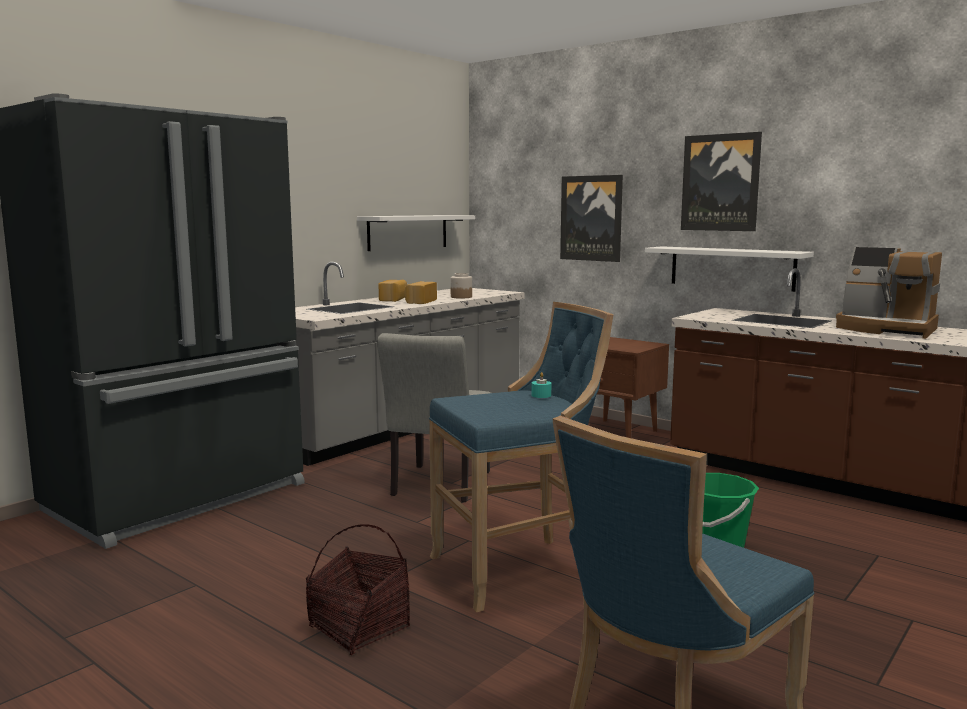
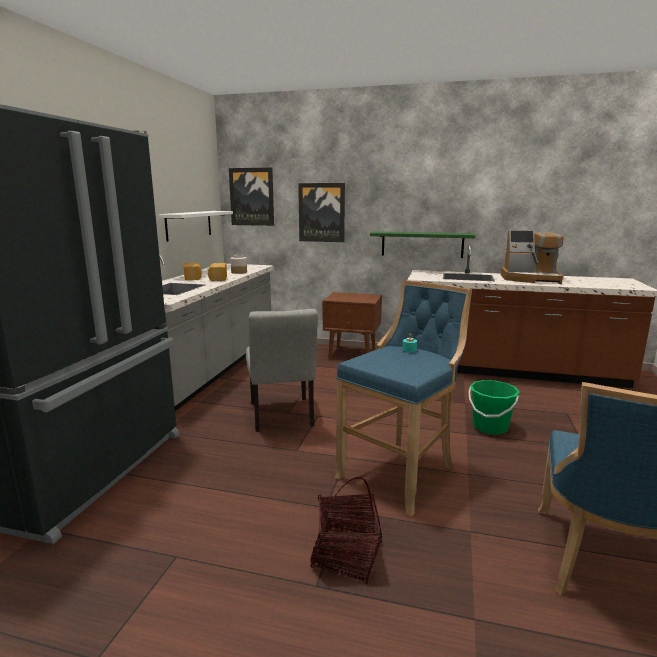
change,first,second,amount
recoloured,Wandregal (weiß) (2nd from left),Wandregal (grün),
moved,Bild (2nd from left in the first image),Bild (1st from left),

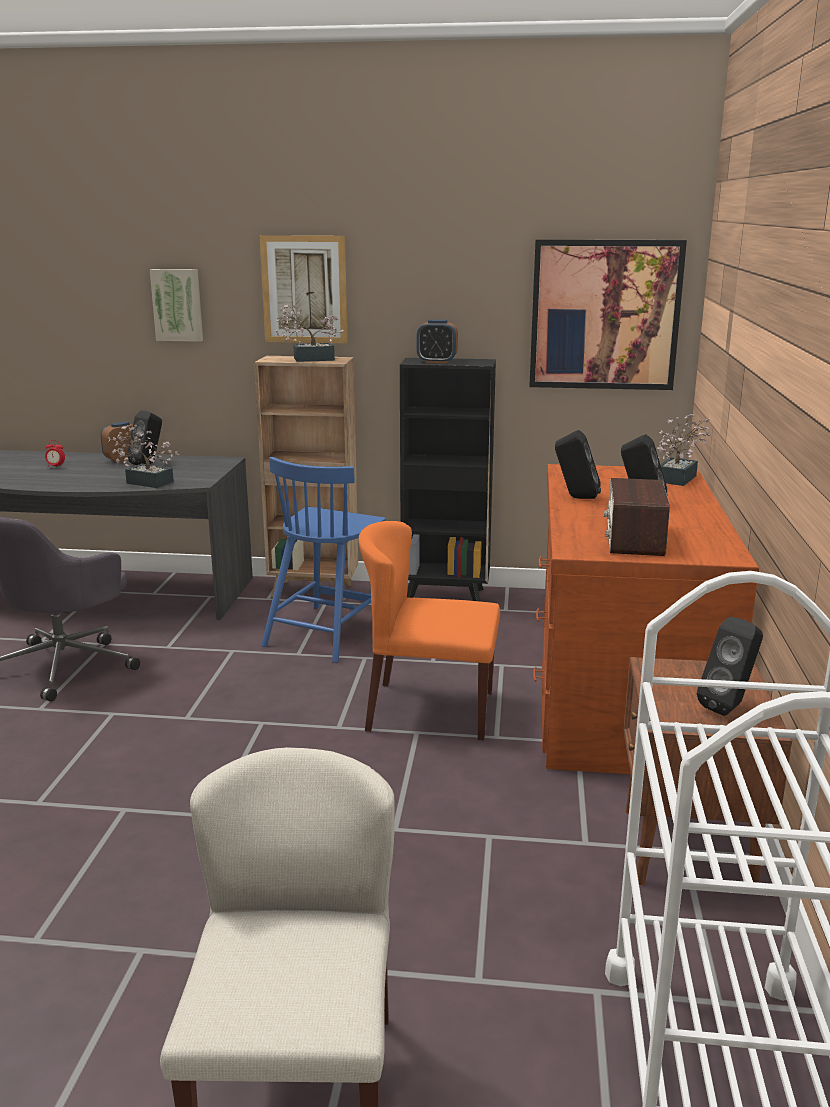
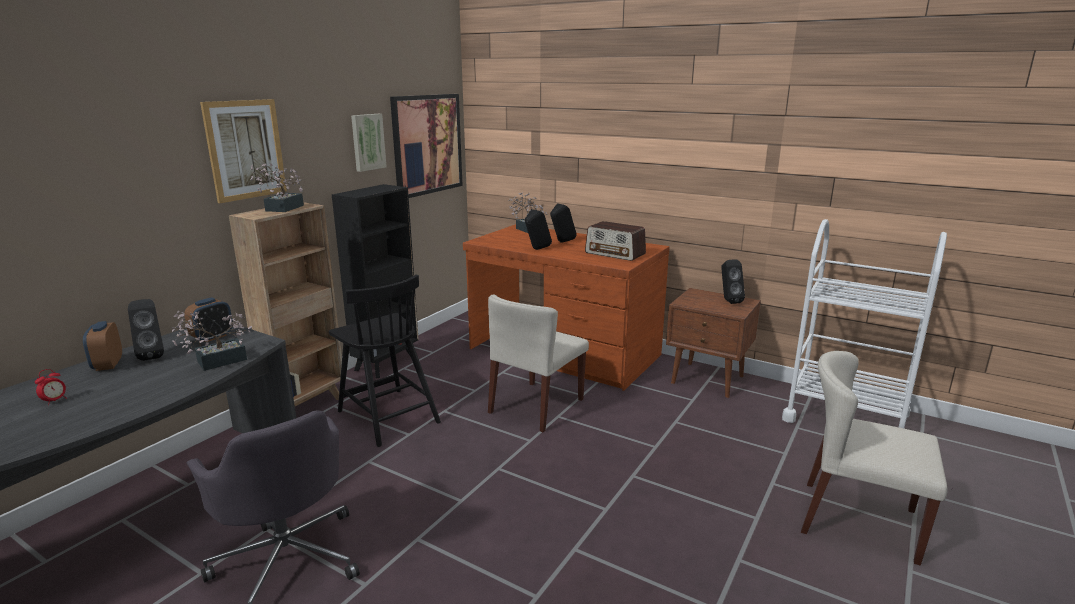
change,first,second,amount
moved,Bild (1st from left in the first image),Bild (2nd from left),
recoloured,Stuhl (blau),Stuhl (schwarz),
recoloured,Stuhl (orange),Stuhl (beige) (1st from left),
moved,Wecker (3rd from left),,

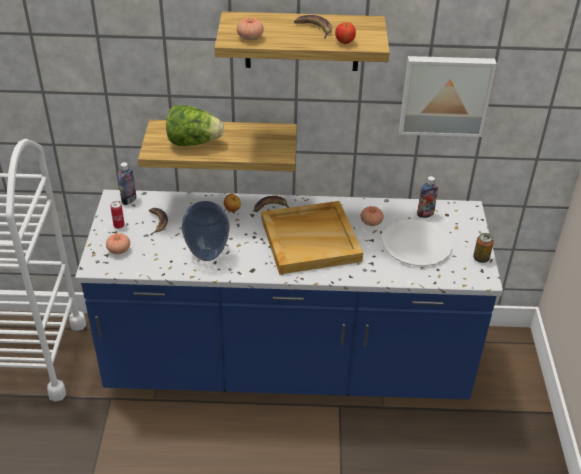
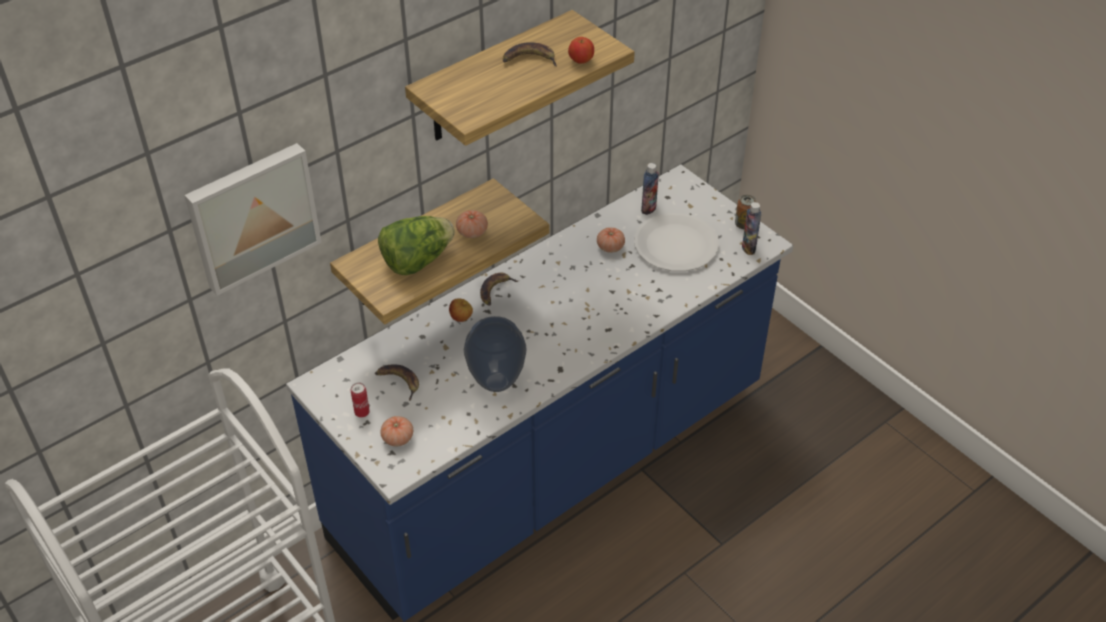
change,first,second,amount
moved,Flasche (1st from left in the first image),Flasche (2nd from left),
moved,Tomate (2nd from left),,
removed,Tablett (beige),,
moved,Bild,,

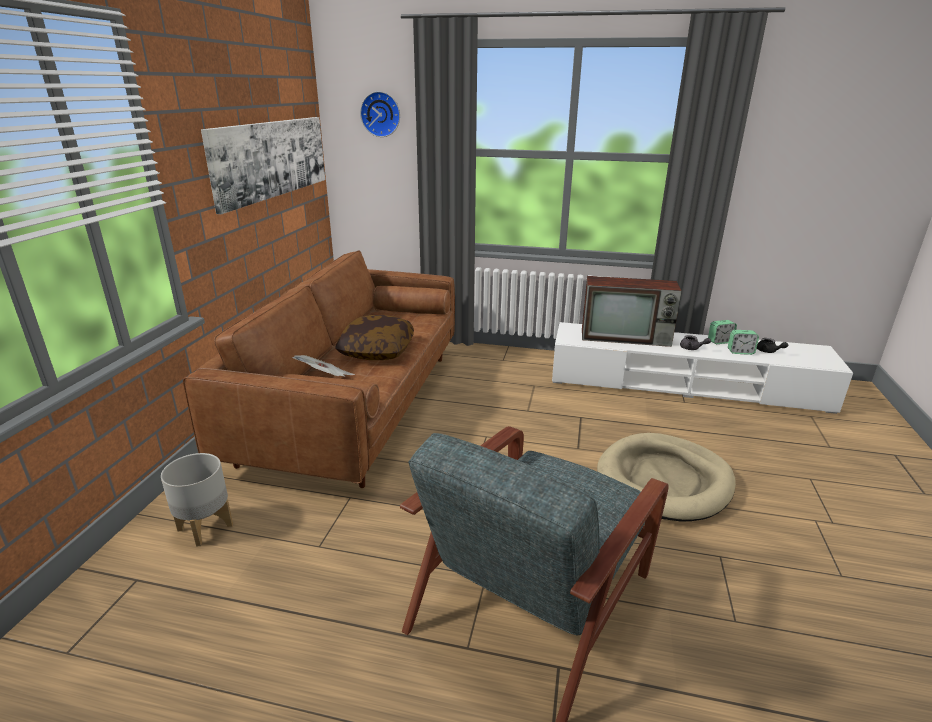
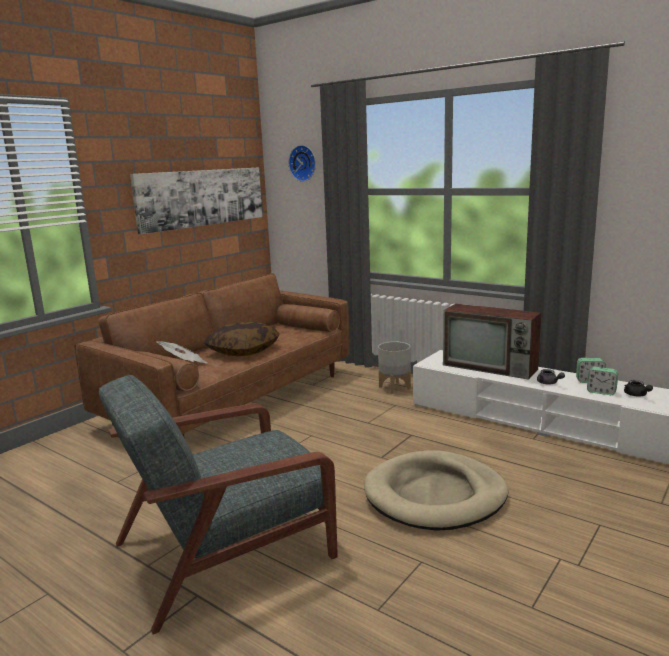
change,first,second,amount
moved,Pflanzkübel (grau),,

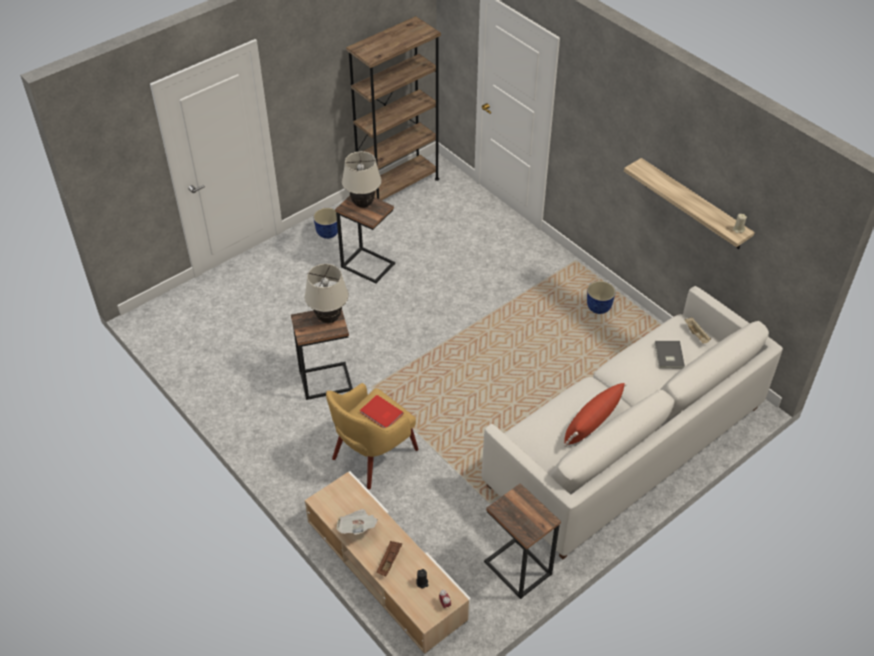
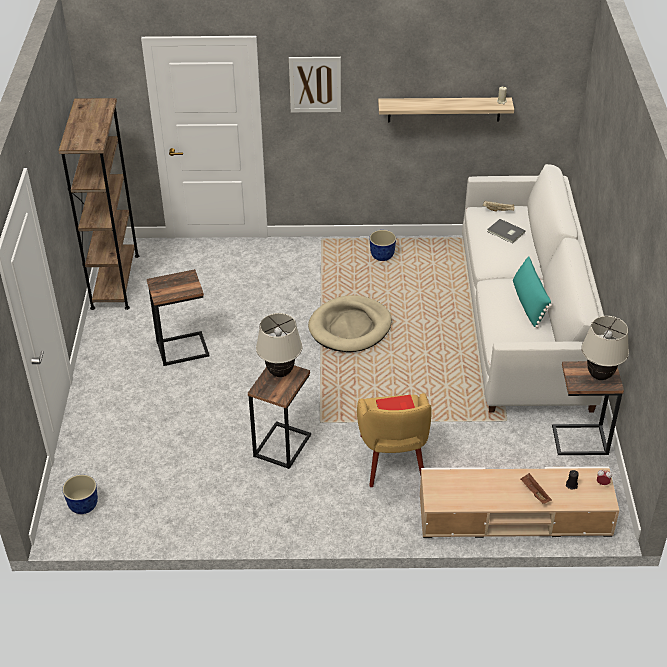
change,first,second,amount
moved,Pflanzkübel (1st from left),,
removed,Zeitung,,
moved,Tischlampe (beige) (2nd from left),,
recoloured,Kissen (rot),Kissen (türkis),
added,,Bild,
added,,Hundebett (beige),

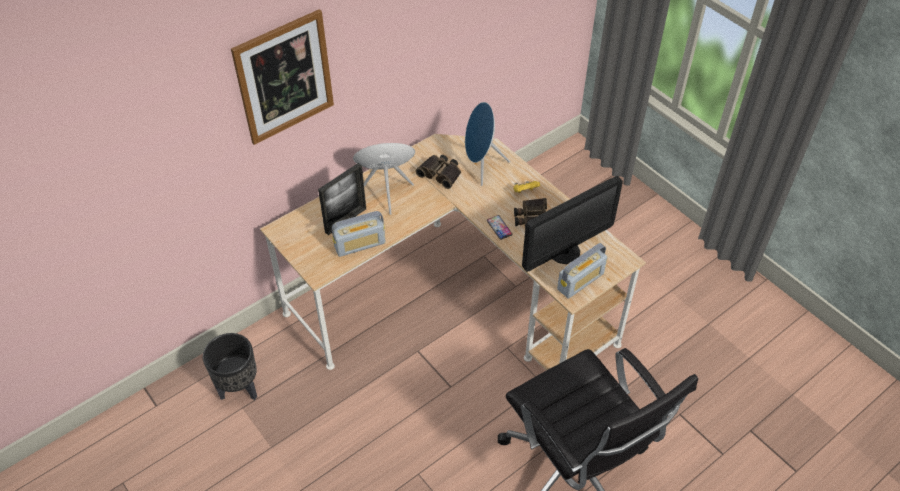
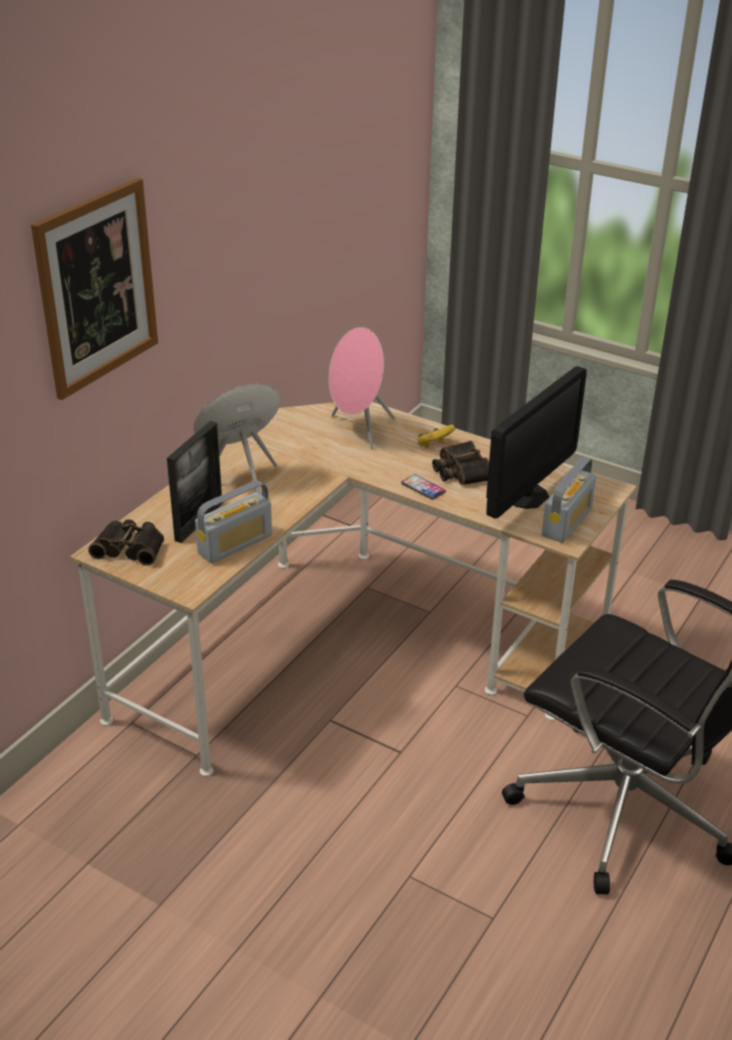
change,first,second,amount
removed,Pflanzkübel (schwarz),,
moved,Fernglas (1st from left),,
recoloured,Lautsprecher (blau) (2nd from left),Lautsprecher (rosa),

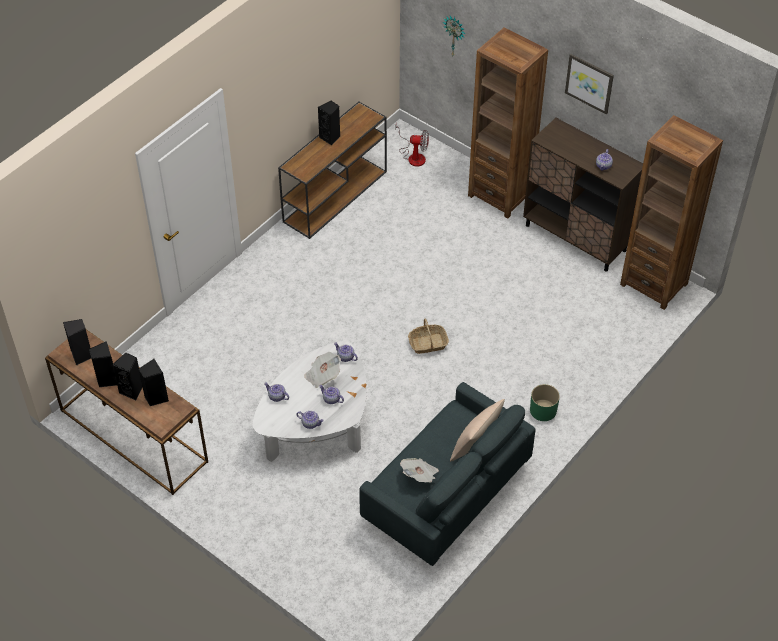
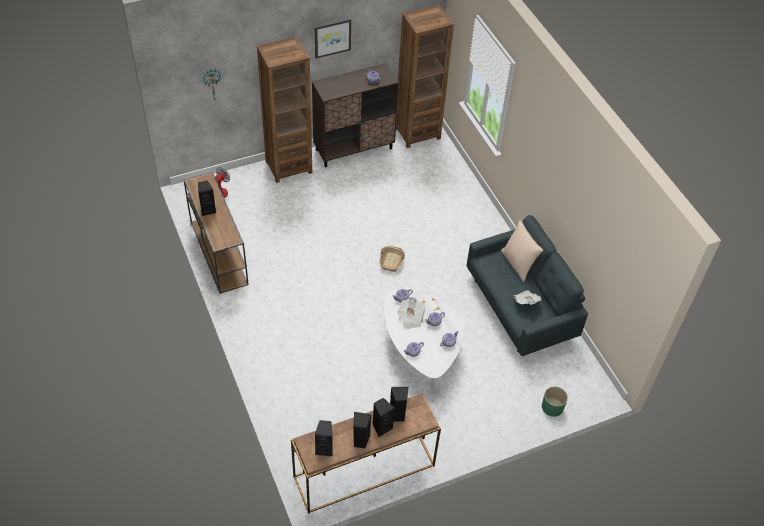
change,first,second,amount
moved,Pflanzkübel (grün),,

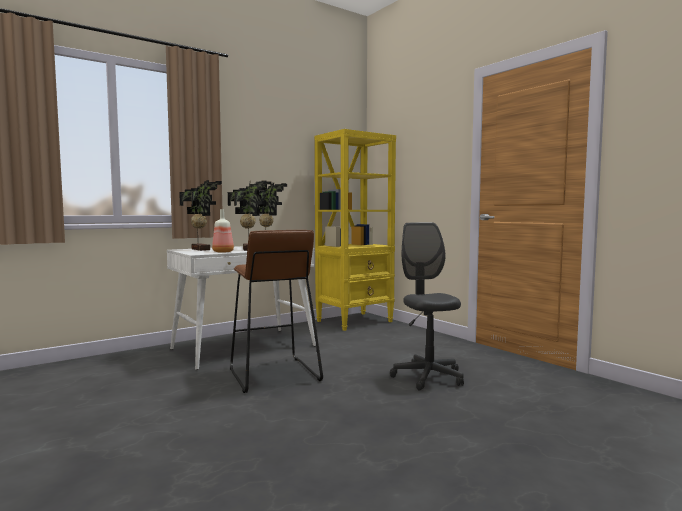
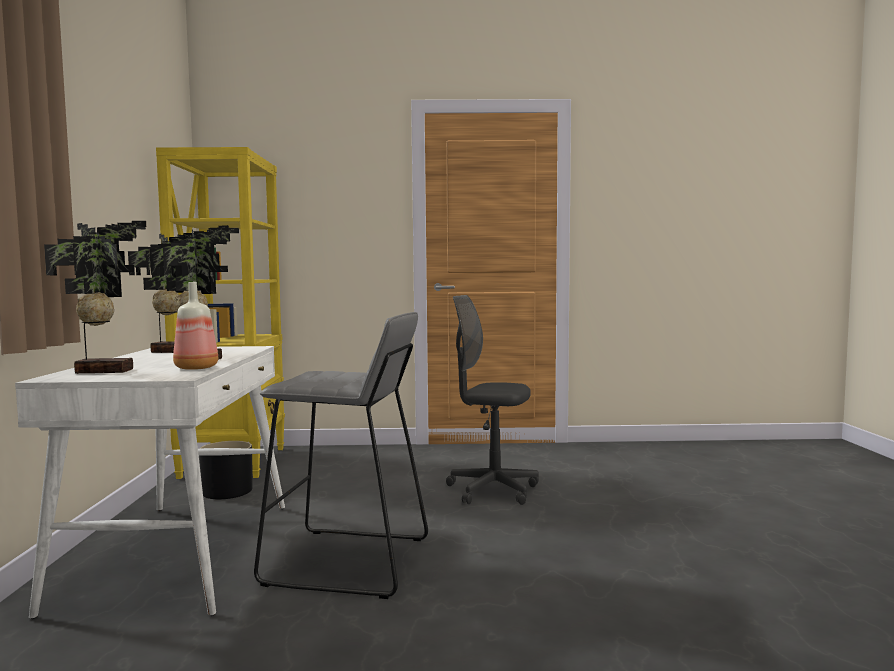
change,first,second,amount
recoloured,Hocker (braun),Hocker (grau),
added,,Pflanzkübel (schwarz),

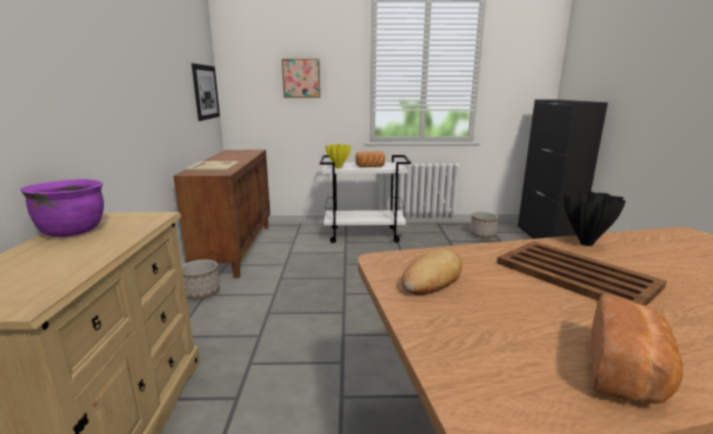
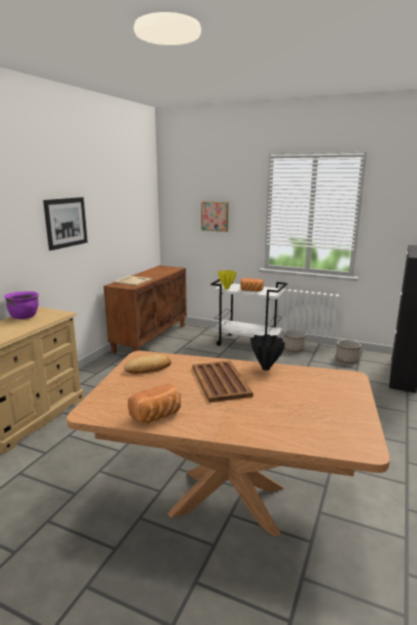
change,first,second,amount
moved,Pflanzkübel (1st from left),,
moved,Bild (1st from left),,

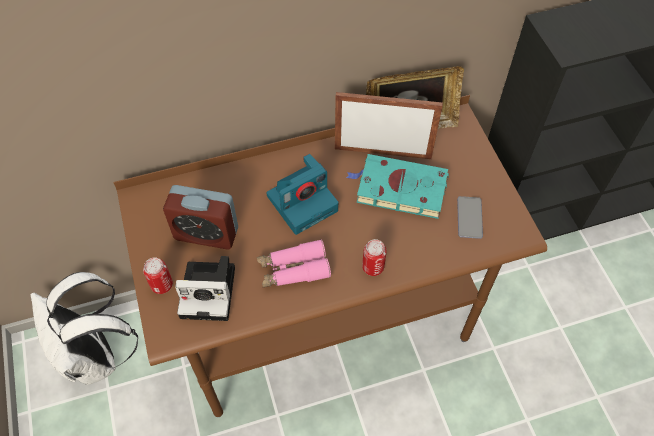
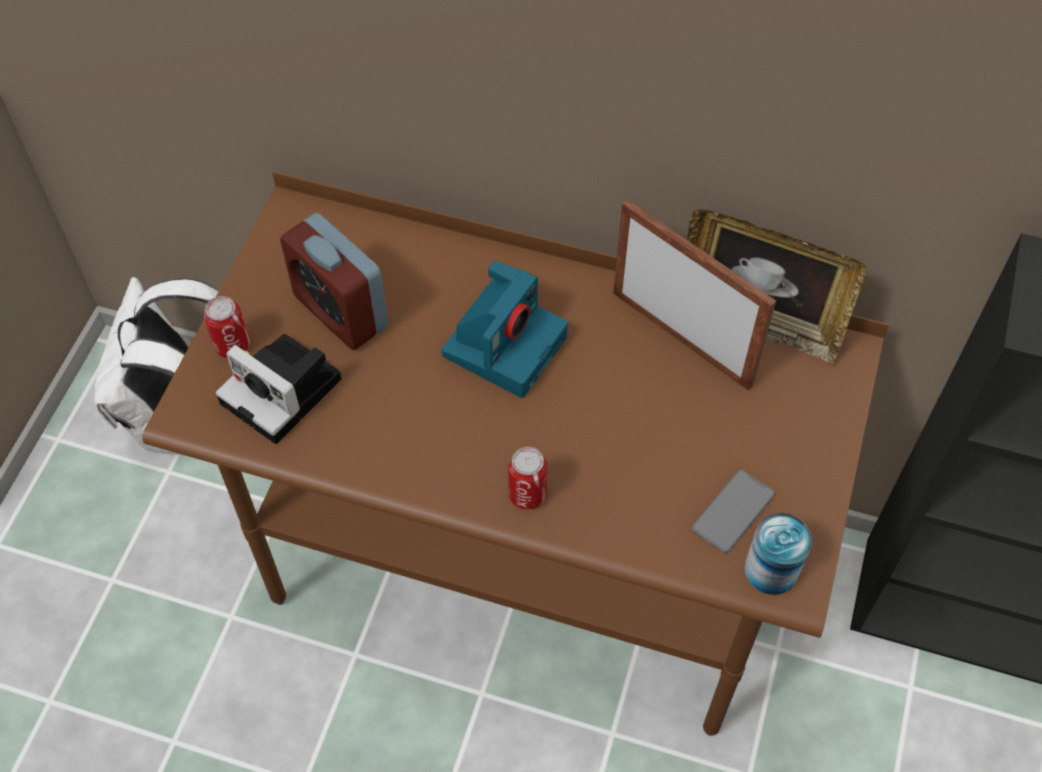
change,first,second,amount
removed,Fernglas (rosa),,
turned,Kamera (2nd from left),,60 degrees counterclockwise
removed,Buch (türkis),,
added,,Dose (3rd from left),

